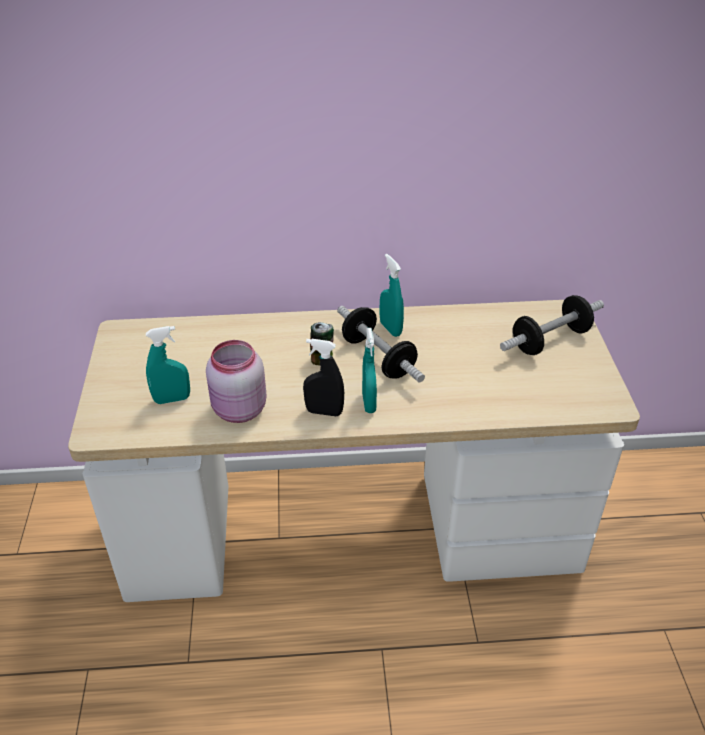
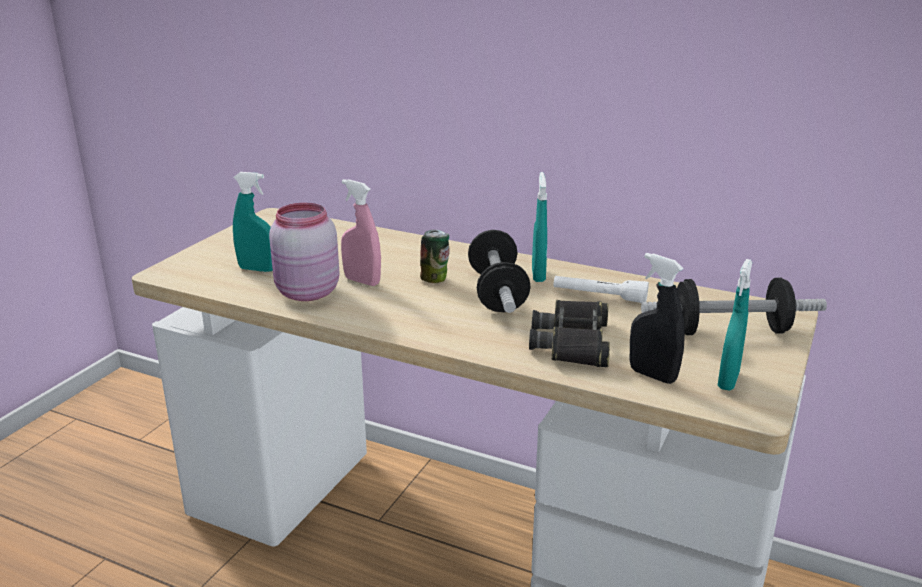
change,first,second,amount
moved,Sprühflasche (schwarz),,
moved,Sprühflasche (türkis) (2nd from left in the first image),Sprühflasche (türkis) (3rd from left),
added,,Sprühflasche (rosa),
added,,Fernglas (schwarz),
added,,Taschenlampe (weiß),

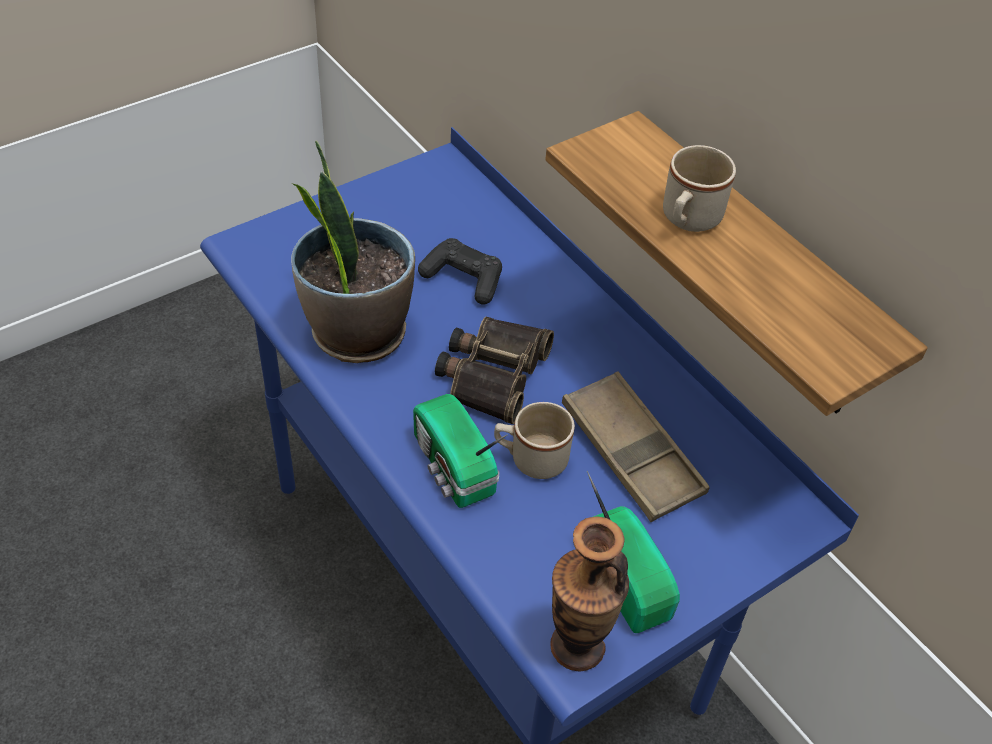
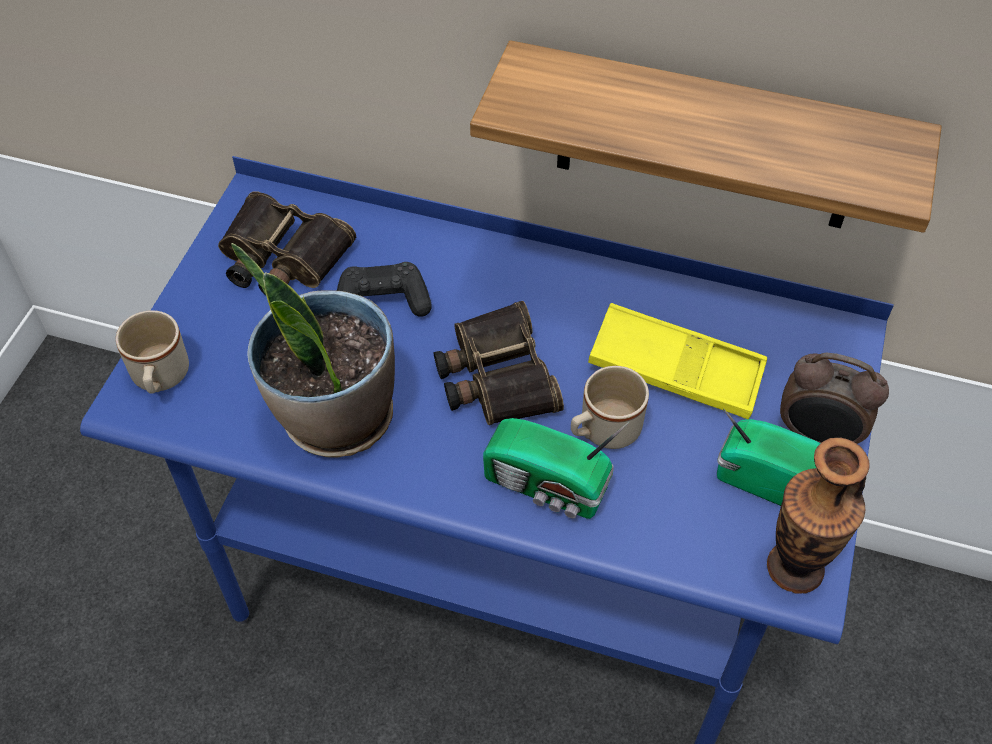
change,first,second,amount
recoloured,Tablett (braun),Tablett (gelb),
moved,Henkelbecher (beige) (2nd from left in the first image),Henkelbecher (beige) (1st from left),
added,,Fernglas (1st from left),
added,,Wecker,

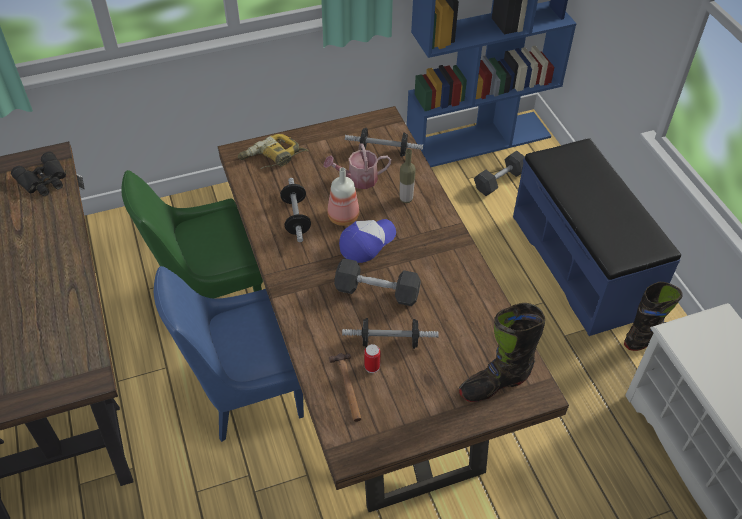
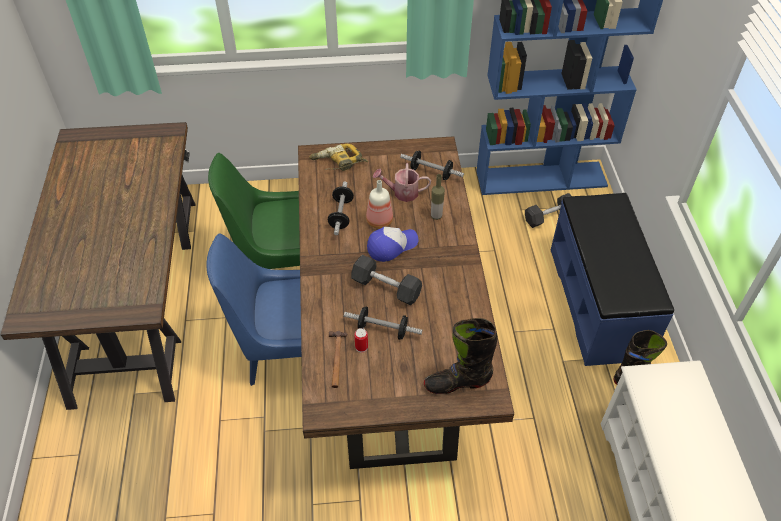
change,first,second,amount
removed,Fernglas (schwarz),,

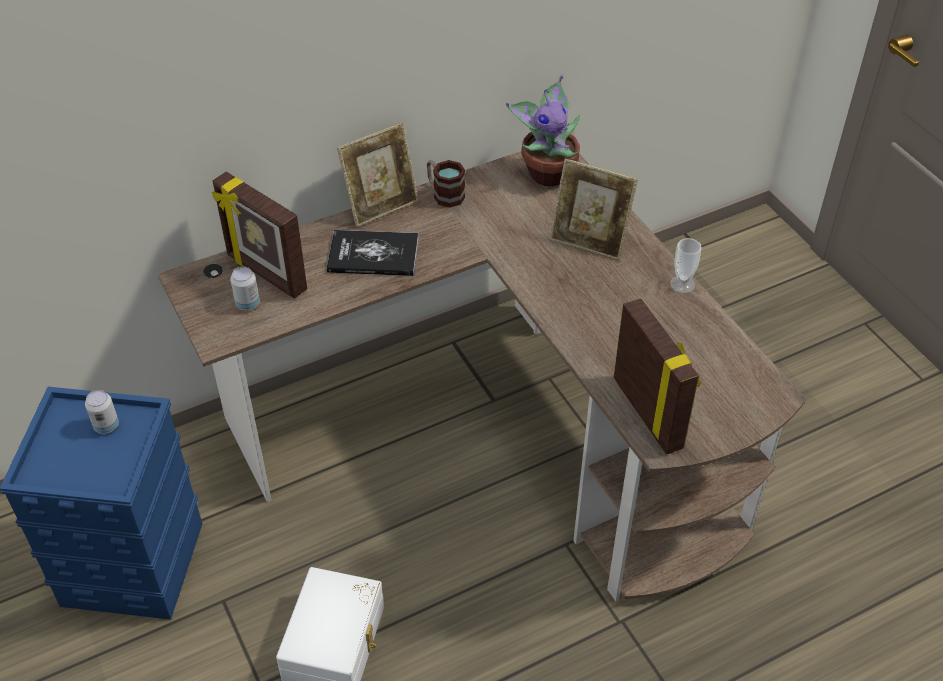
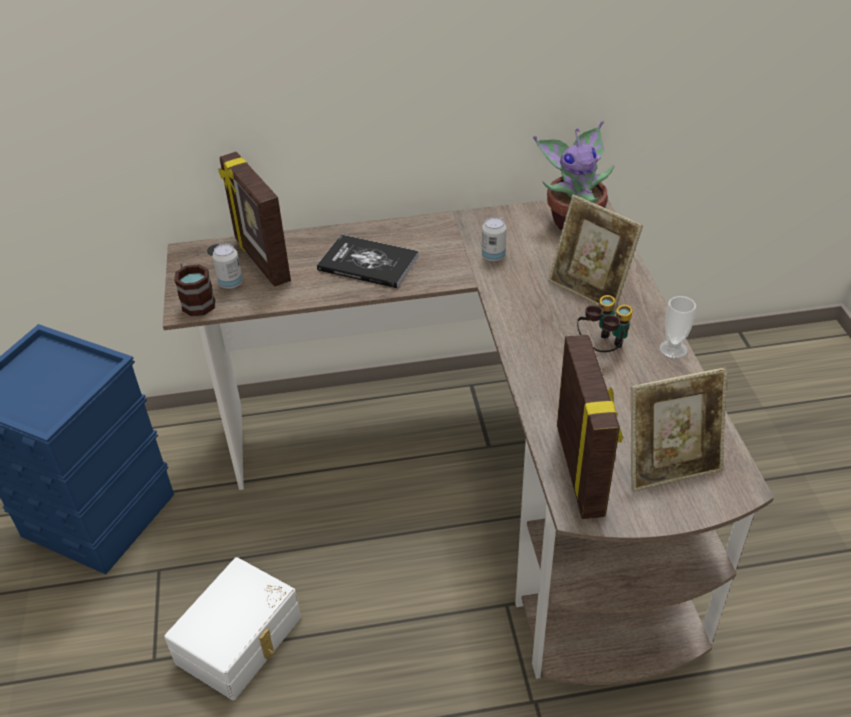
change,first,second,amount
moved,Dose (1st from left in the first image),Dose (2nd from left),
moved,Bilderrahmen (2nd from left in the first image),Bilderrahmen (4th from left),
moved,Henkelbecher,,
added,,Fernglas,

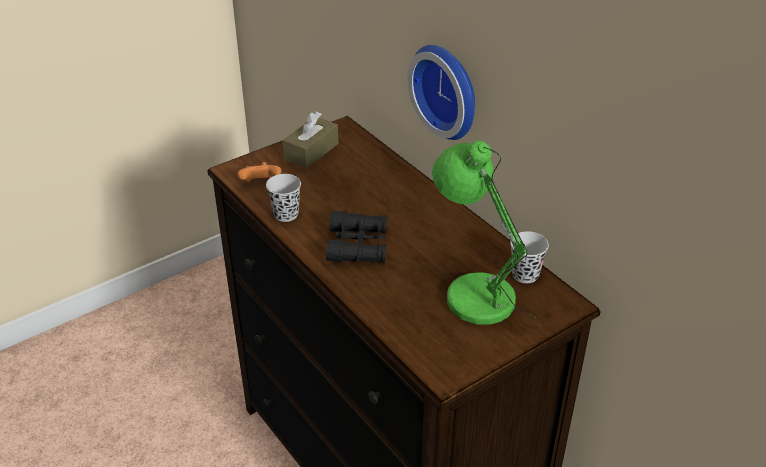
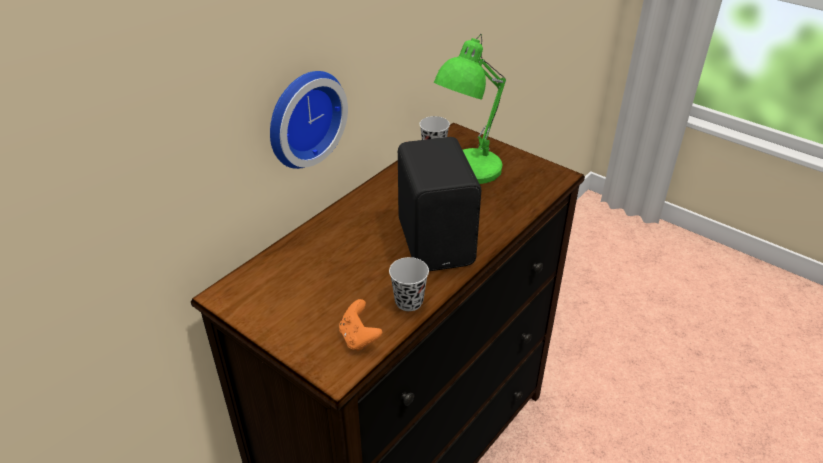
change,first,second,amount
removed,Taschentuchbox (braun),,
replaced,Fernglas (schwarz),Lautsprecher (schwarz),

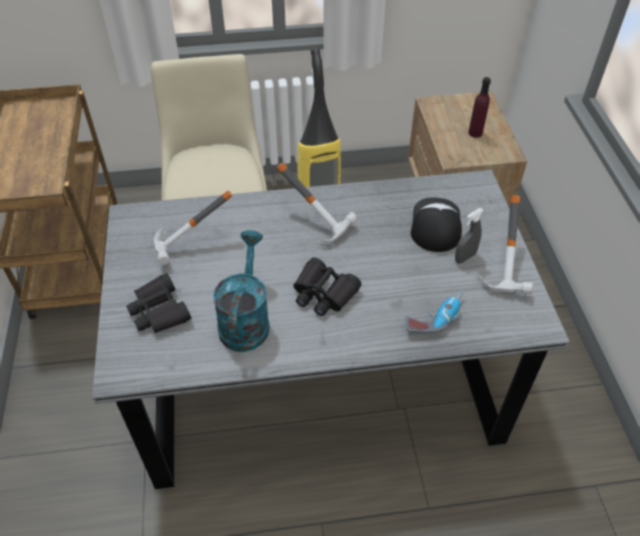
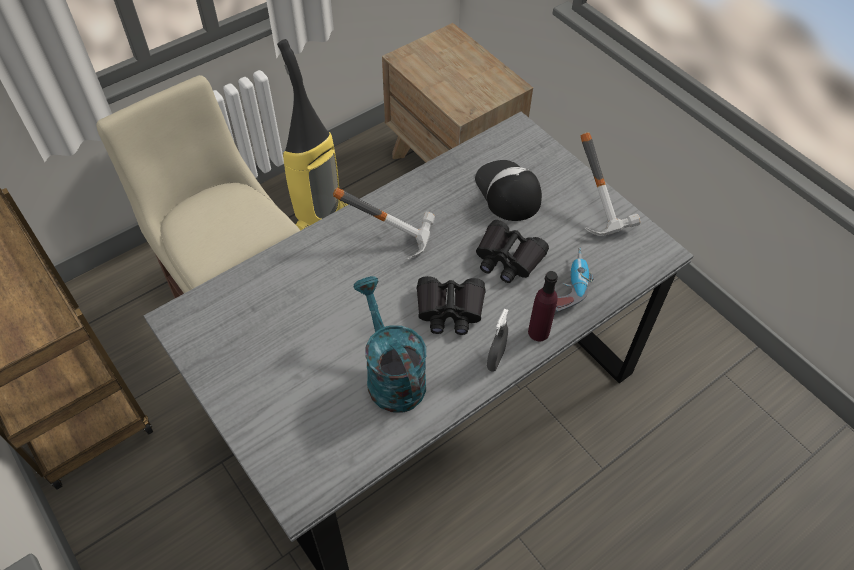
change,first,second,amount
moved,Fernglas (schwarz) (1st from left in the first image),Fernglas (schwarz) (2nd from left),
removed,Hammer (1st from left),,
moved,Sprühflasche (grau),,
moved,Flasche (lila),,

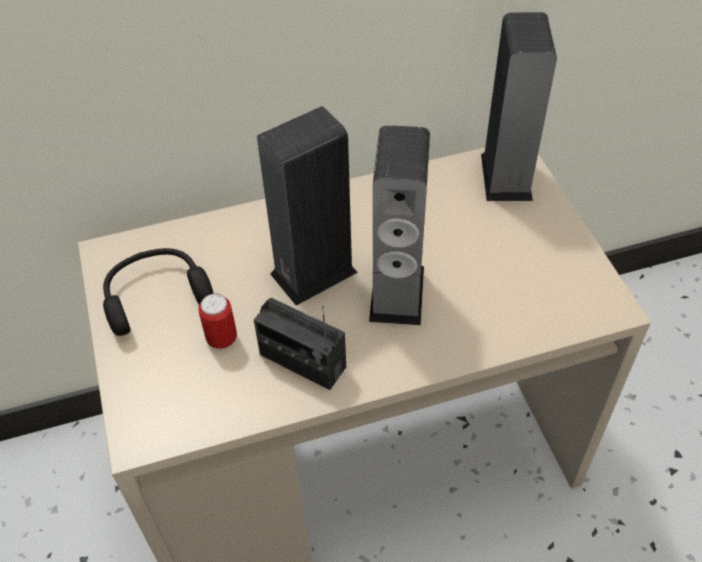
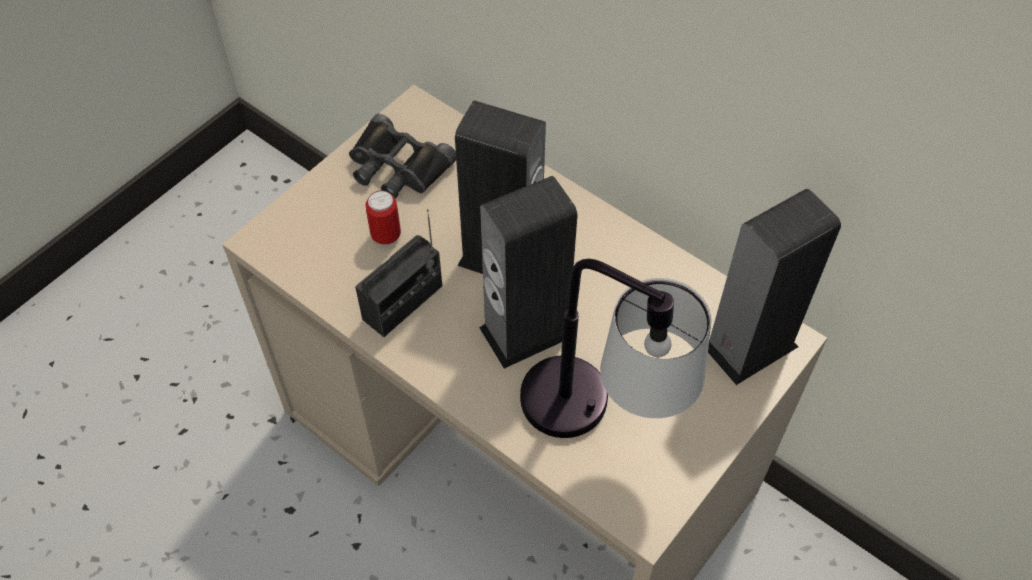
change,first,second,amount
replaced,Kopfhörer (schwarz),Fernglas (schwarz),
turned,Radio,,135 degrees counterclockwise
added,,Tischlampe,

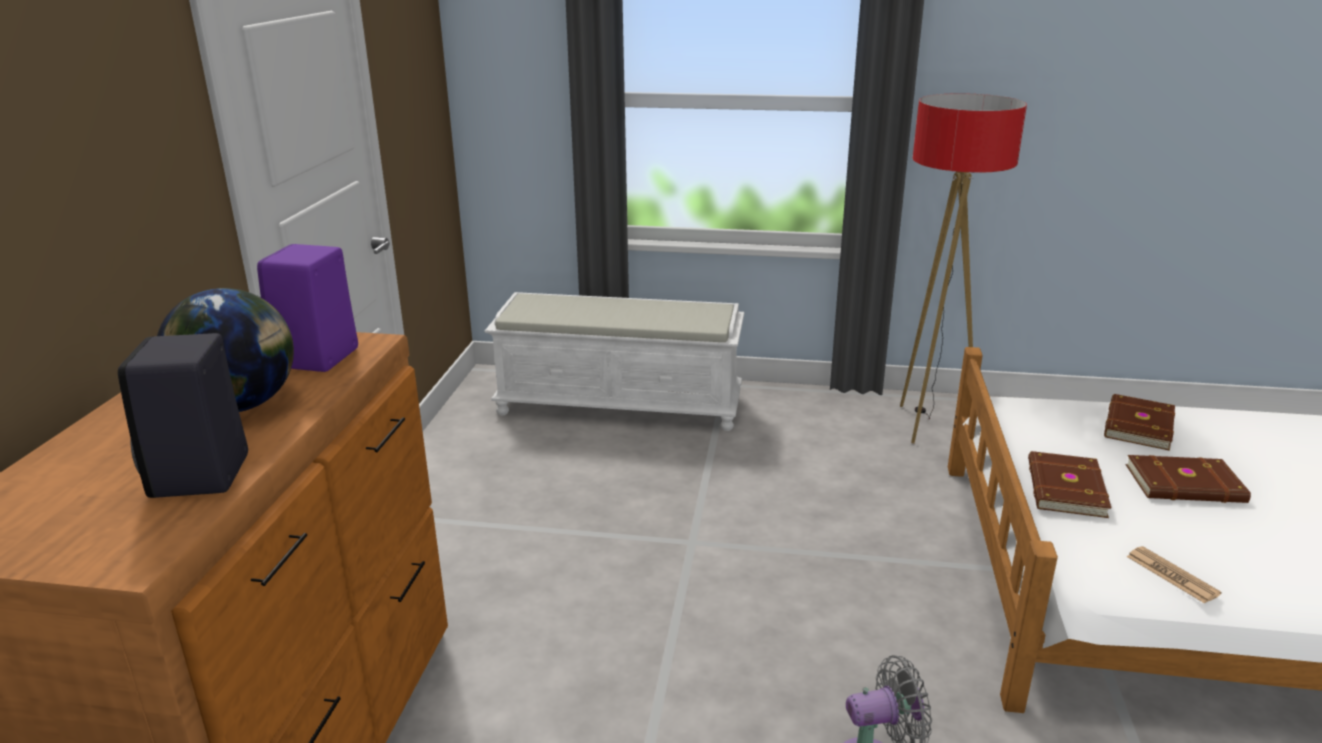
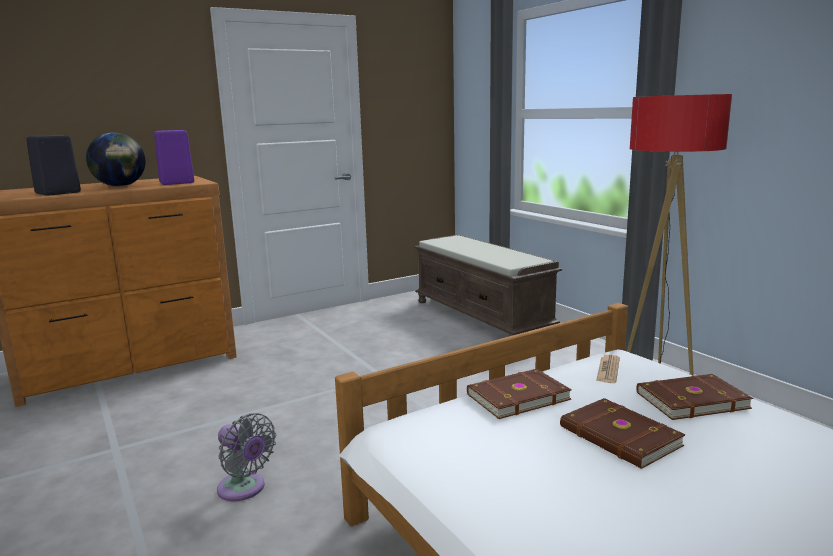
change,first,second,amount
recoloured,Bank (weiß),Bank (braun),
moved,Zeitung,,

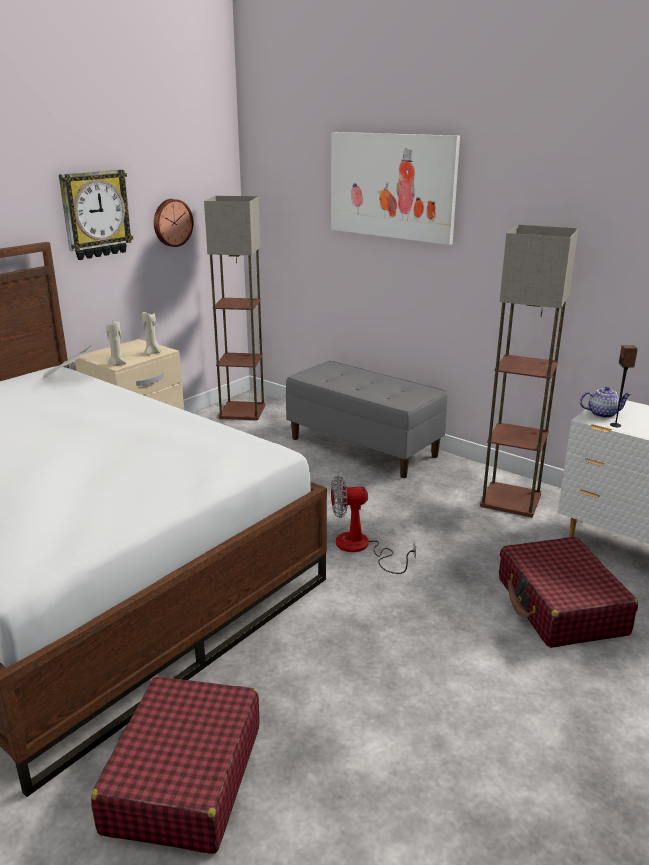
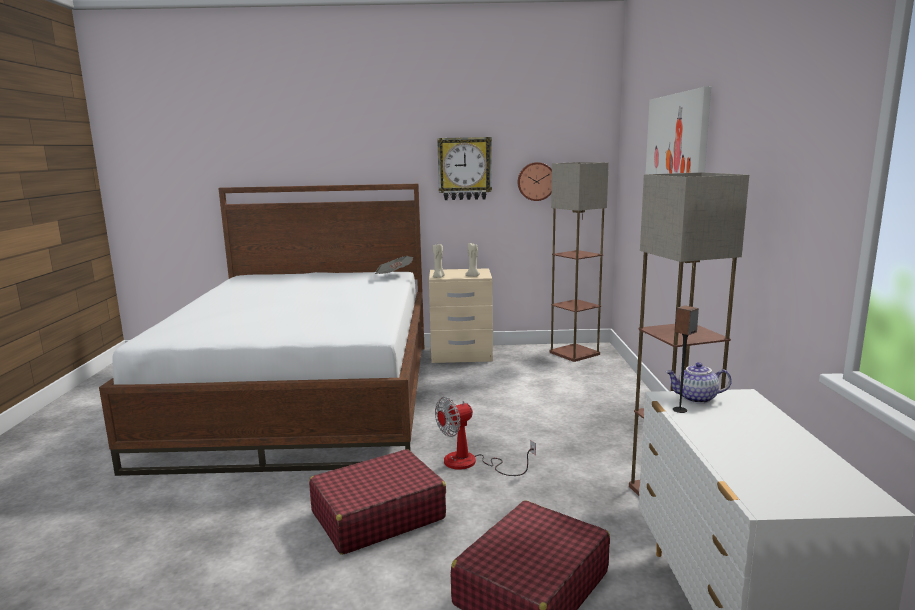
change,first,second,amount
moved,Koffer (rot) (1st from left),,
removed,Bank (grau),,
turned,Ventilator,,75 degrees counterclockwise
turned,Teekanne,,135 degrees clockwise

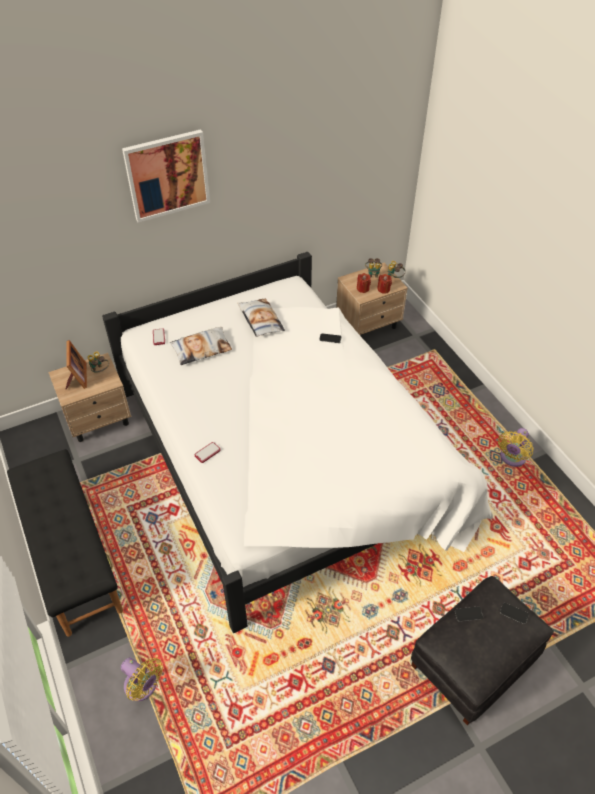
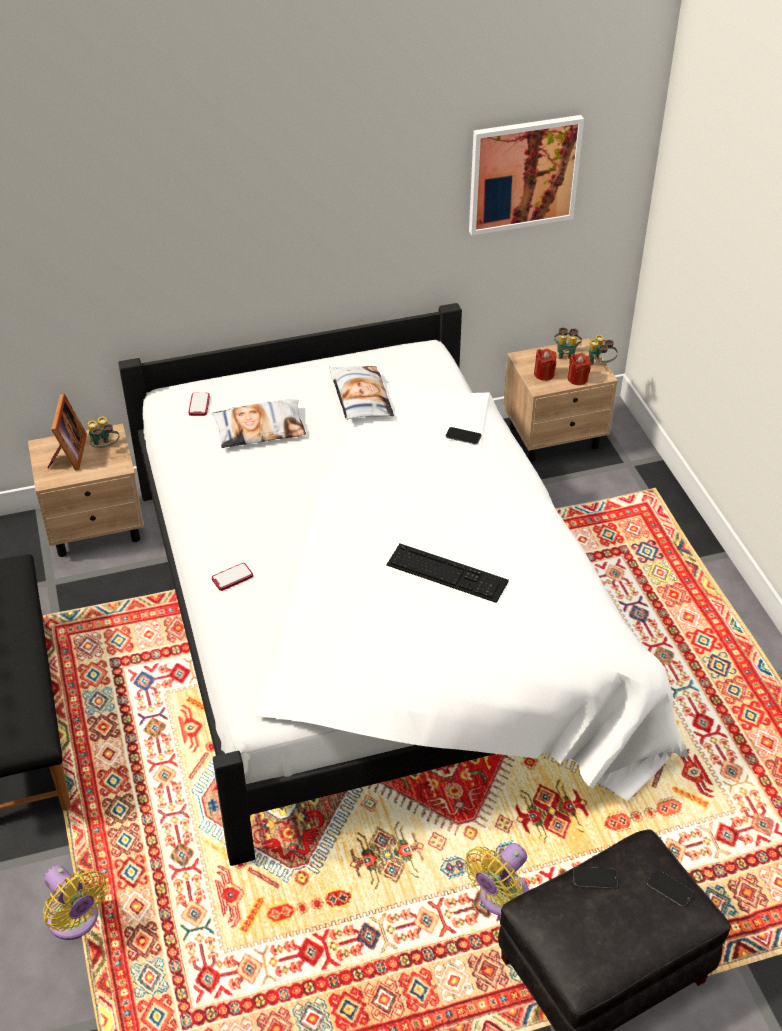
change,first,second,amount
moved,Bild,,
moved,Ventilator (gelb) (2nd from left),,
added,,Tastatur,

